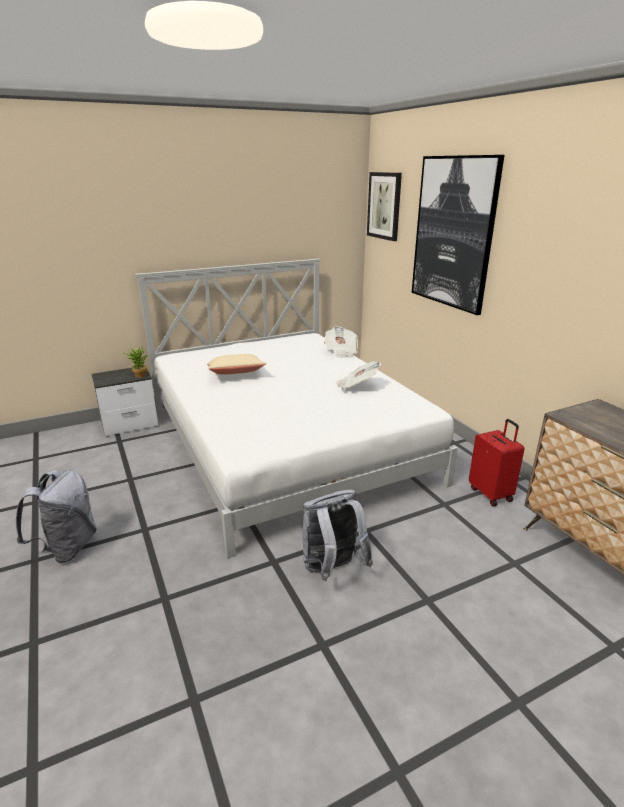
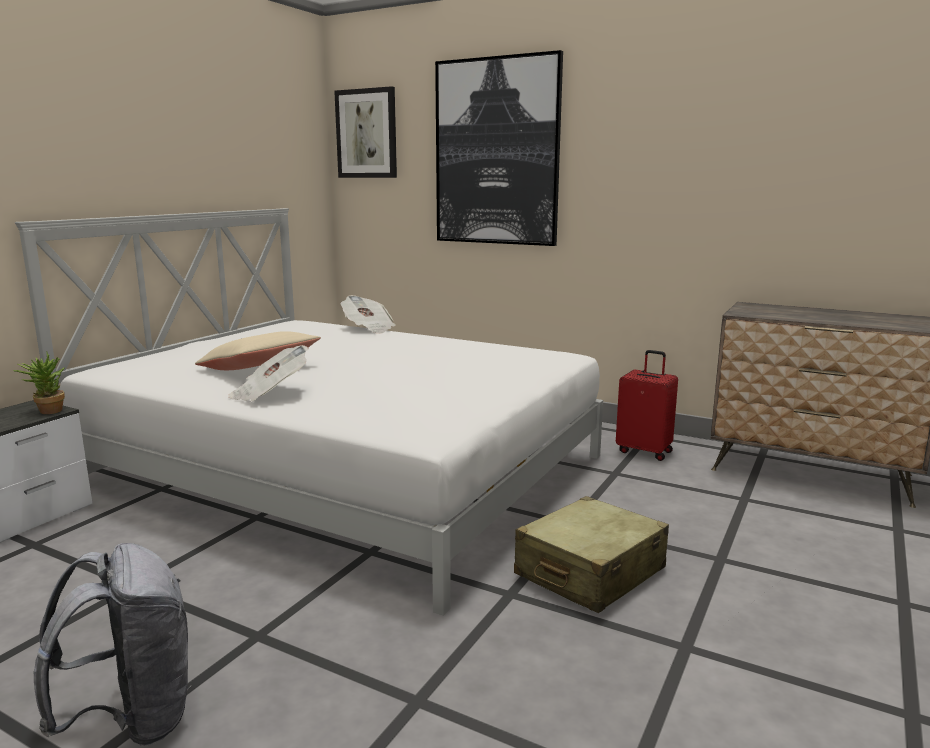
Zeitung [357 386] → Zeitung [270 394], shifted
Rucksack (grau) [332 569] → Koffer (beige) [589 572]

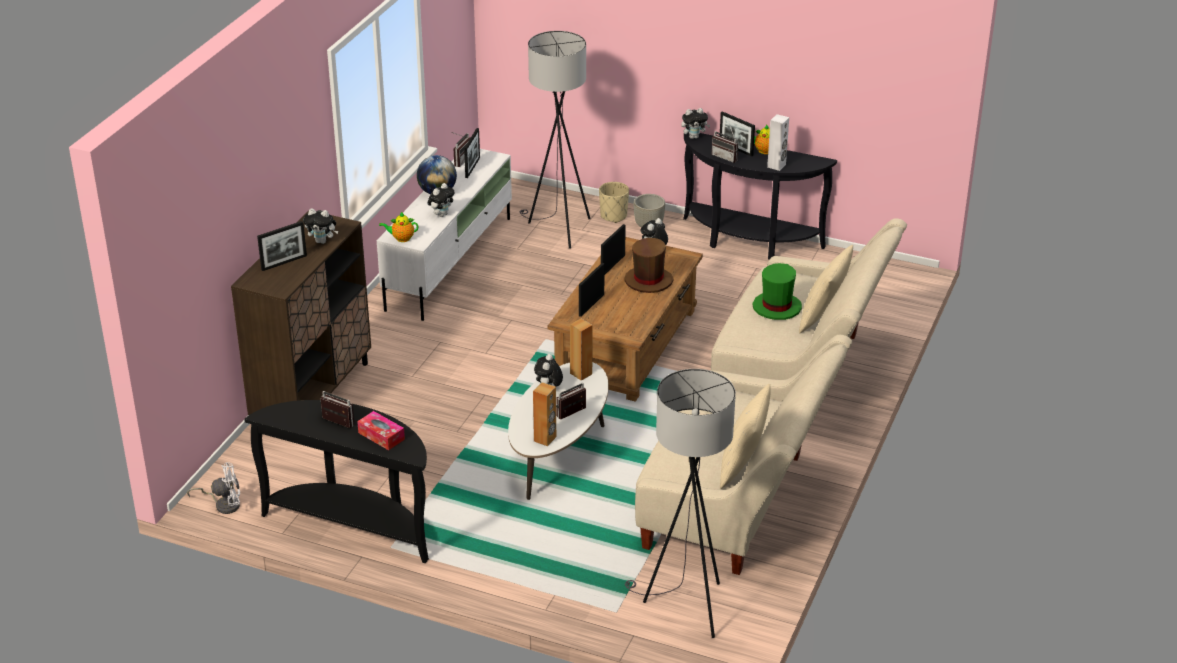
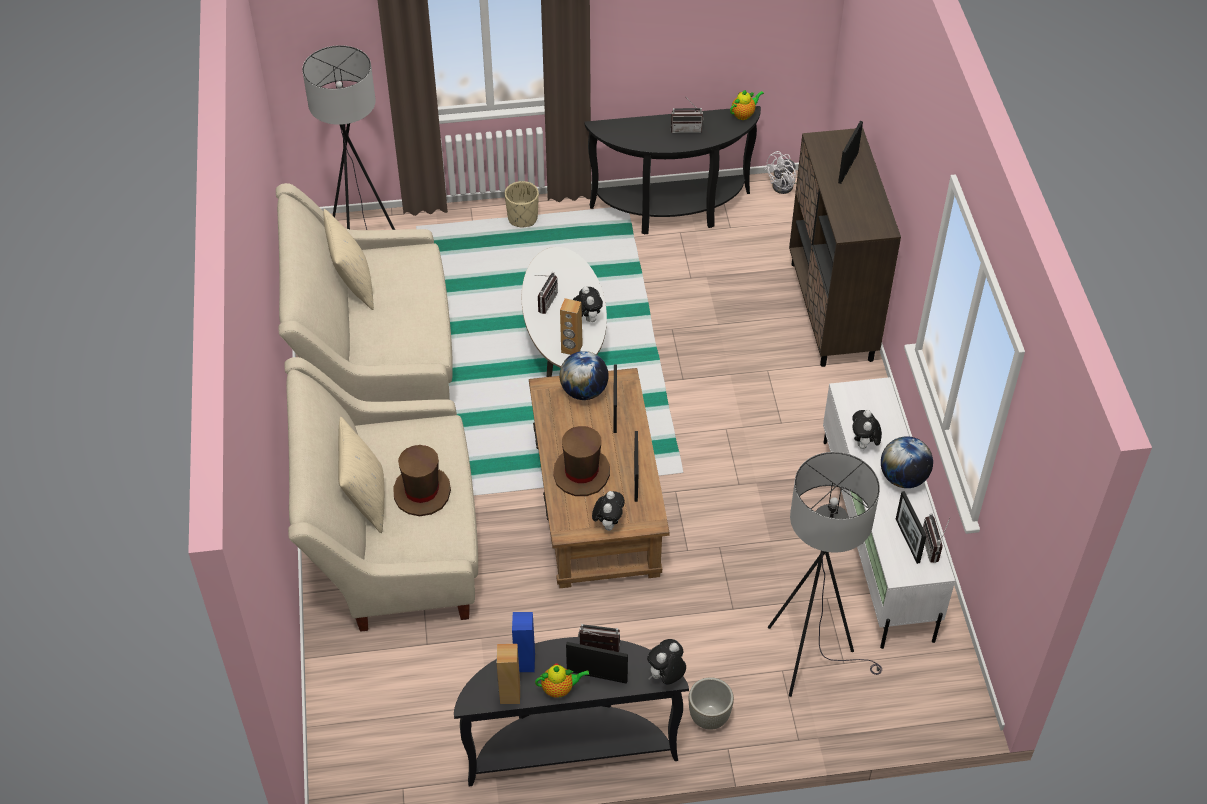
Lautsprecher (weiß) [776 166] → Lautsprecher (blau) [524 662]
Pflanzkübel (beige) [613 216] → Pflanzkübel (beige) [522 218], shifted
Plüschtier [322 241] → -
Teekanne [401 238] → Teekanne [744 114], shifted
Hut (grün) [776 307] → Hut (braun) [422 492]
Lautsprecher (braun) [545 439] → Lautsprecher (braun) [509 694], shifted
Taschentuchbox [381 436] → -
- → Globus [584 391]

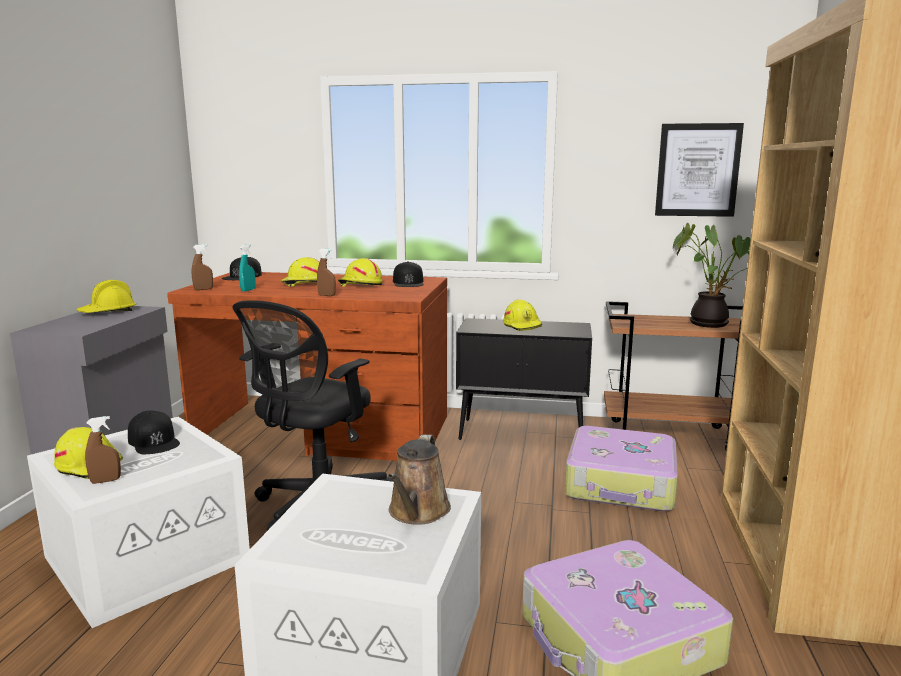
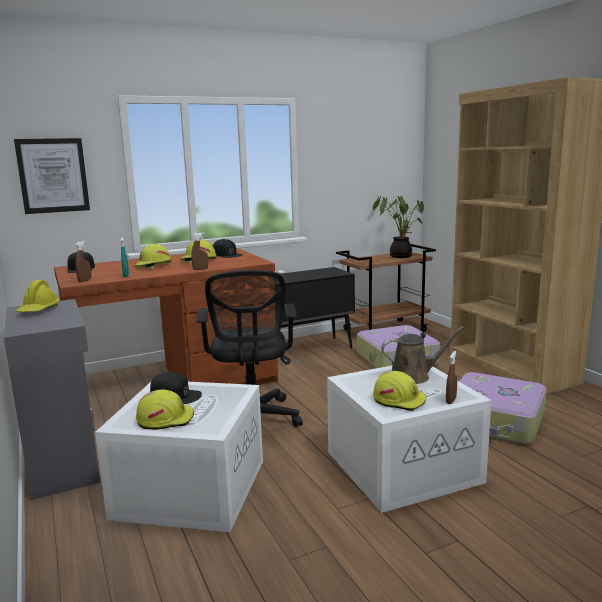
Bild [697 170] → Bild [53 175], shifted
Schutzhelm (gelb) [523 325] → Schutzhelm (gelb) [399 400], shifted
Sprühflasche (braun) [105 481] → Sprühflasche (braun) [451 400], shifted
Gießkanne (braun) [417 512] → Gießkanne (braun) [414 376], 75 degrees counterclockwise

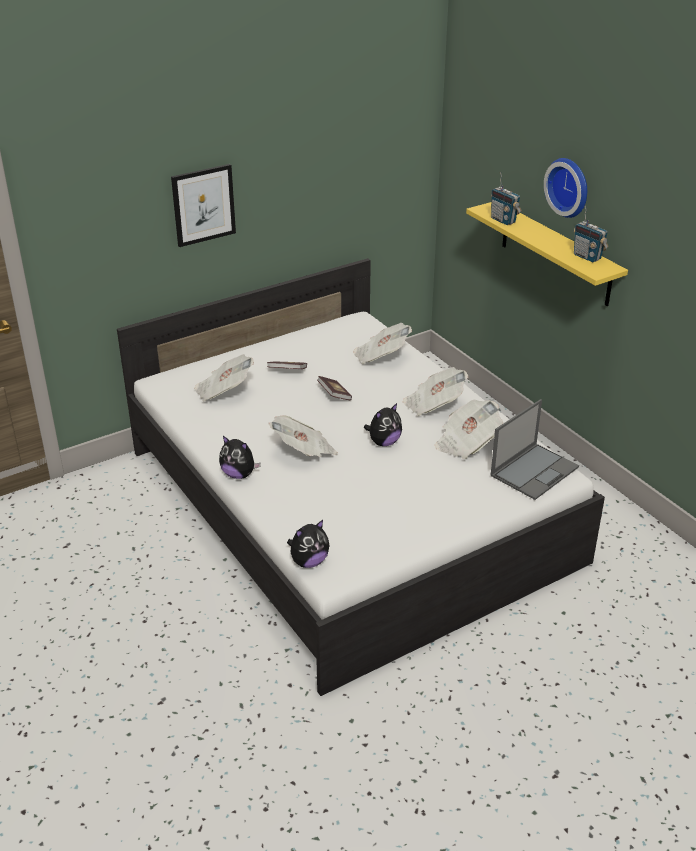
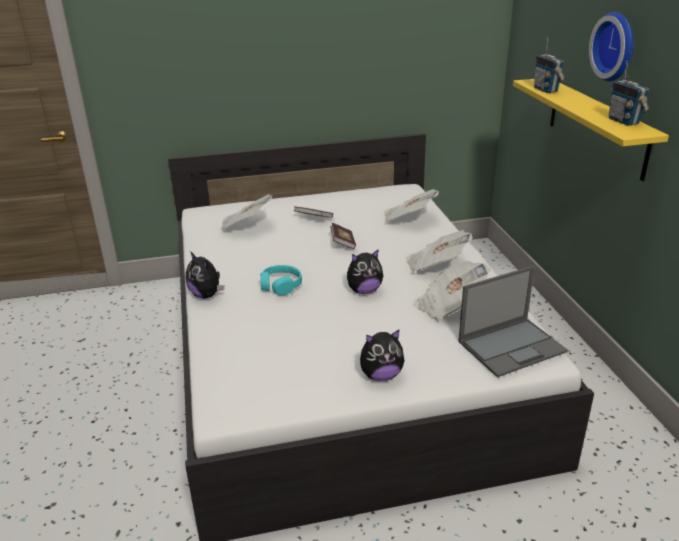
Bild [203 205] → -
Zeitung [304 451] → Kopfhörer (türkis) [280 285]
Plüschtier [309 561] → Plüschtier [381 375], shifted

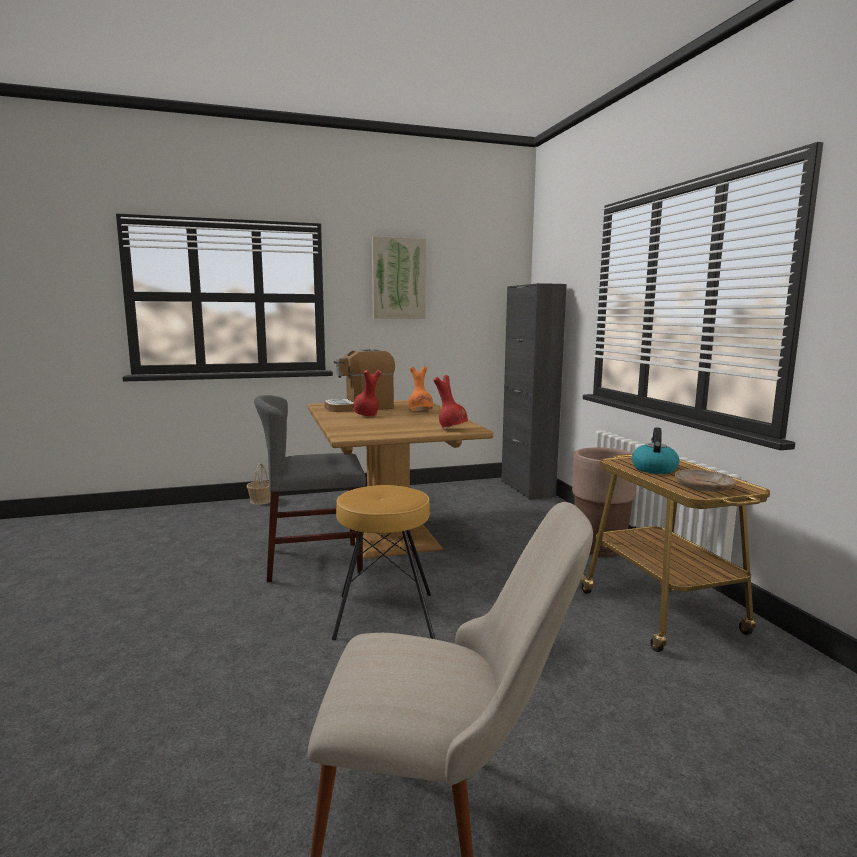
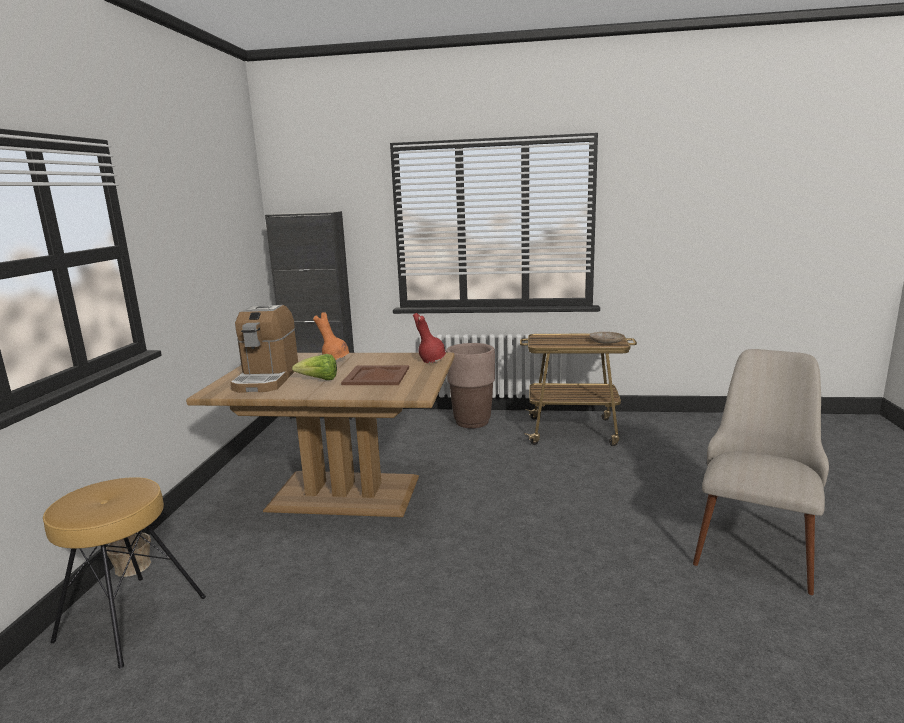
Bild [398 278] → -
Vase (rot) [366 415] → Salatkopf [319 380]
Stuhl (grau) [314 561] → -
Wasserkessel [654 469] → -
Hocker (braun) [384 614] → Hocker (braun) [130 618], shifted
- → Tablett (braun) [377 376]

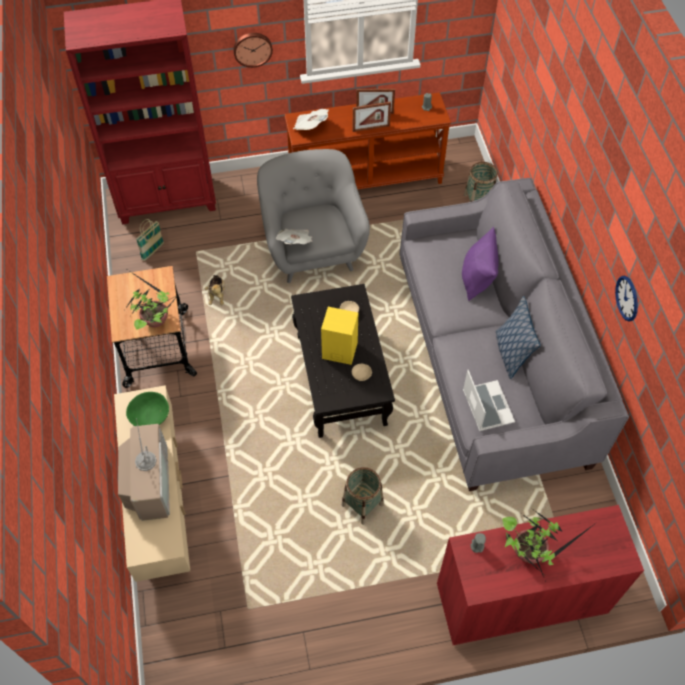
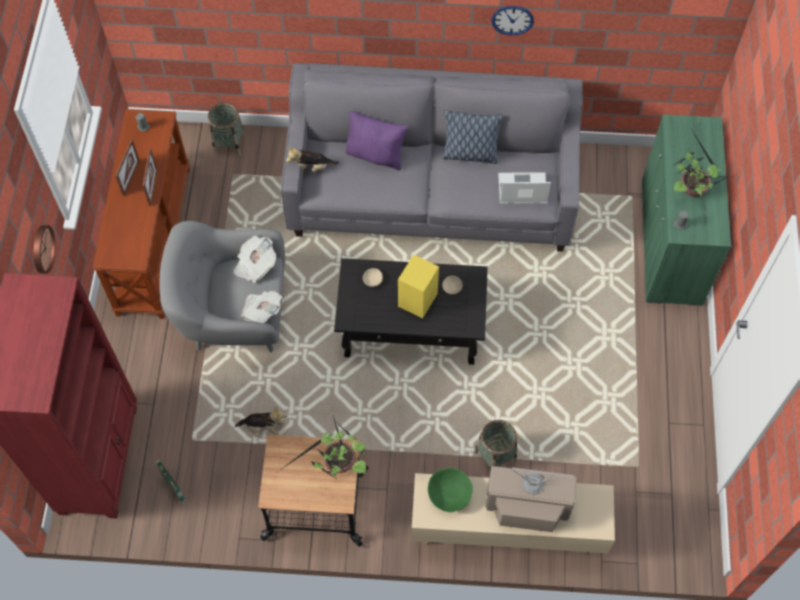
Zeitung [310 126] → Zeitung [255 265], shifted
Korb [362 505] → Korb [495 456], shifted
Schrank (rot) [521 598] → Schrank (grün) [670 242]
- → Plüschtier [311 168]

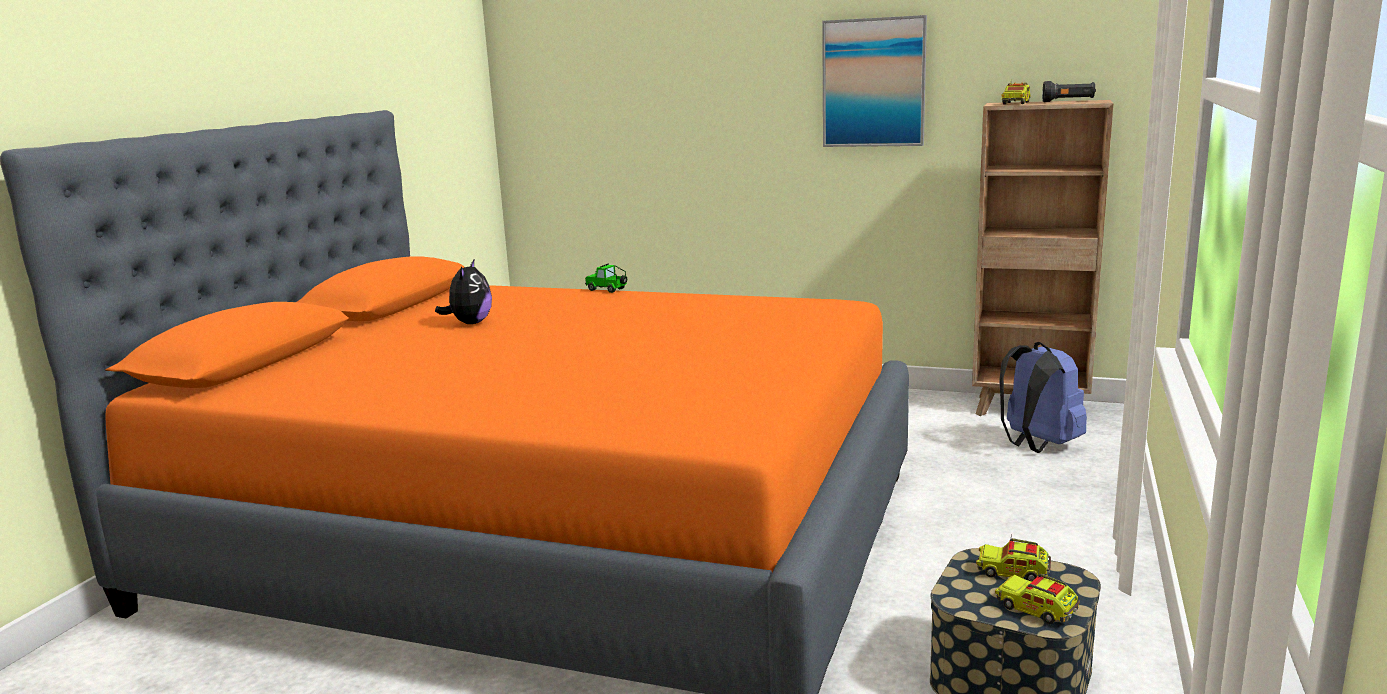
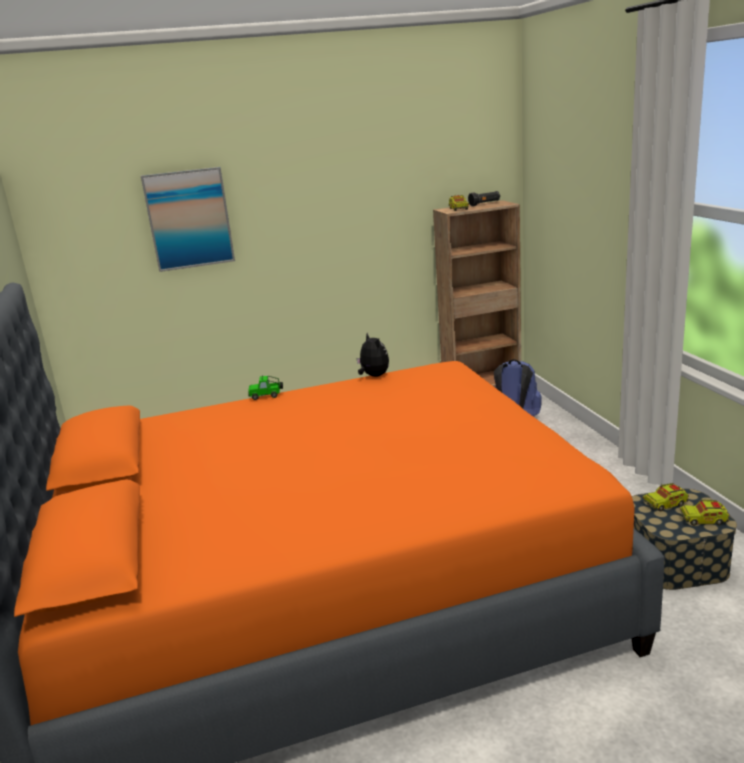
Bild [874 83] → Bild [189 219], shifted
Plüschtier [470 323] → Plüschtier [373 376], shifted

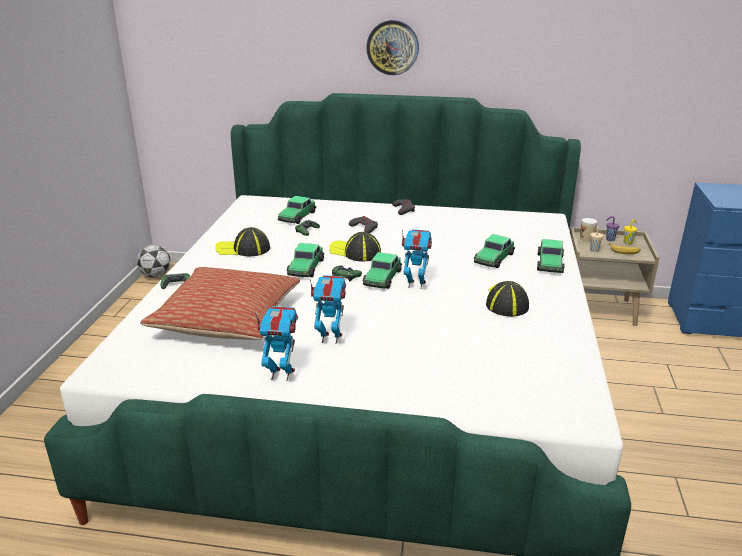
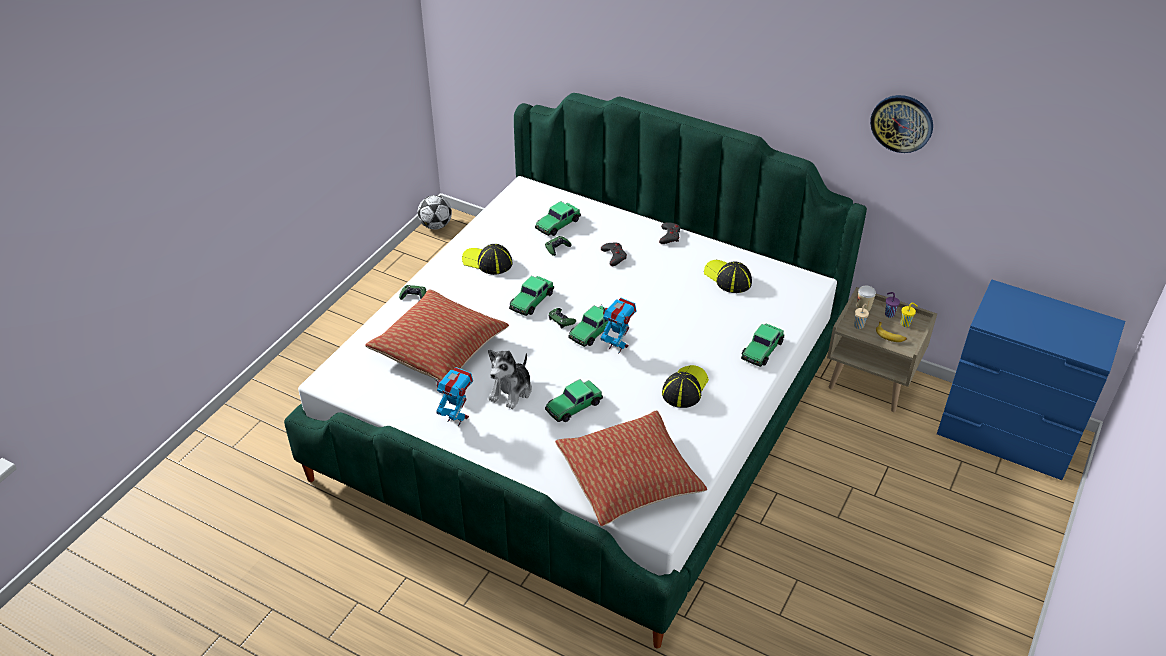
Wanduhr [392 47] → Wanduhr [902 123], shifted
Kappe [355 252] → Kappe [727 278], shifted
Spielzeugauto [494 258] → Spielzeugauto [573 406], shifted
Spielzeugroboter [330 338] → Plüschtier [511 391]
- → Kissen [629 479]

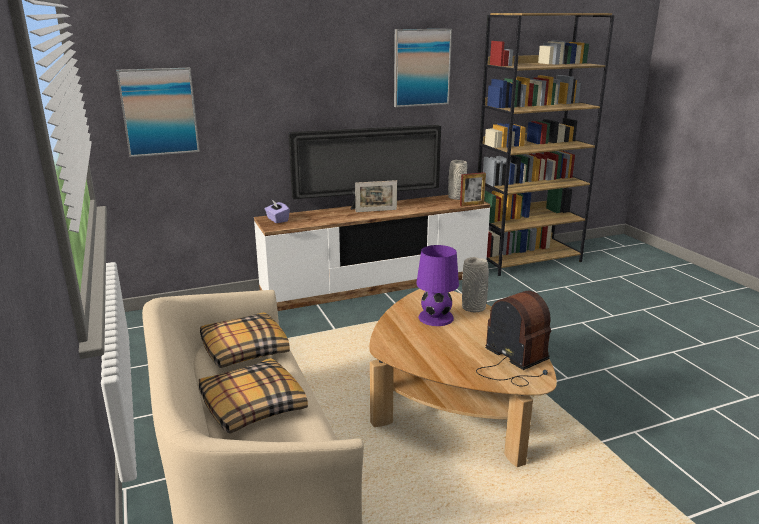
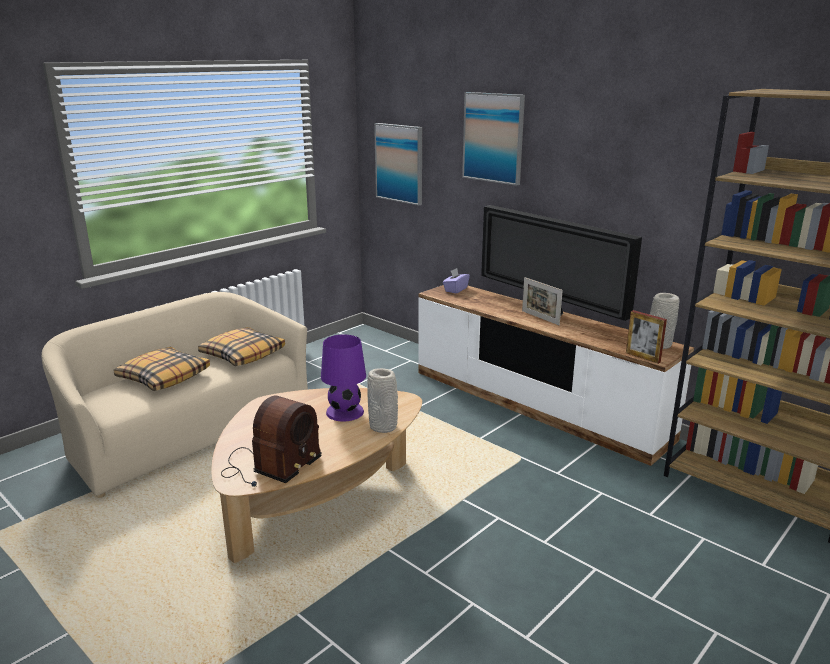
Bild [421 67] → Bild [493 138], shifted

